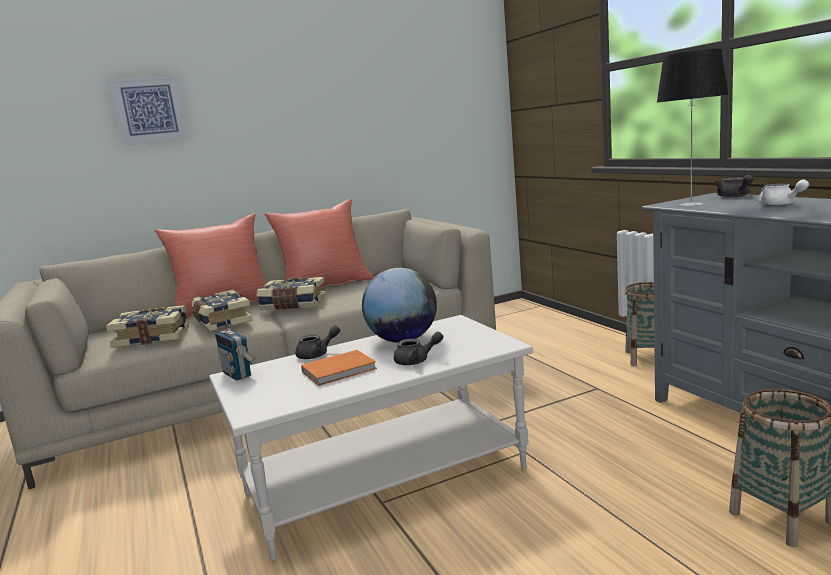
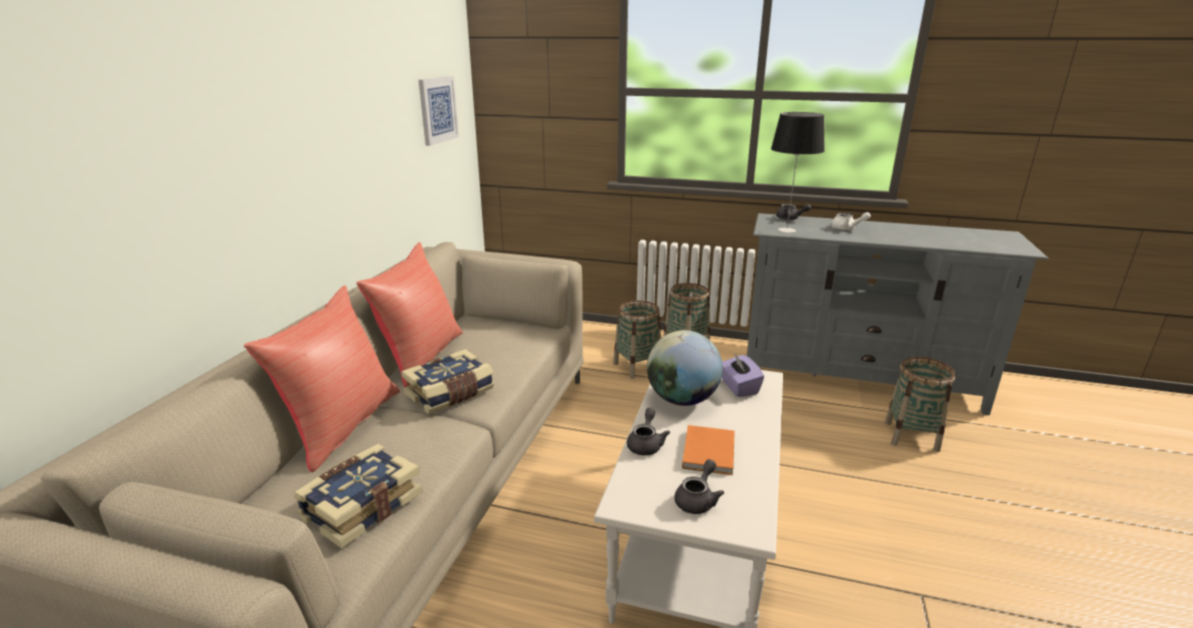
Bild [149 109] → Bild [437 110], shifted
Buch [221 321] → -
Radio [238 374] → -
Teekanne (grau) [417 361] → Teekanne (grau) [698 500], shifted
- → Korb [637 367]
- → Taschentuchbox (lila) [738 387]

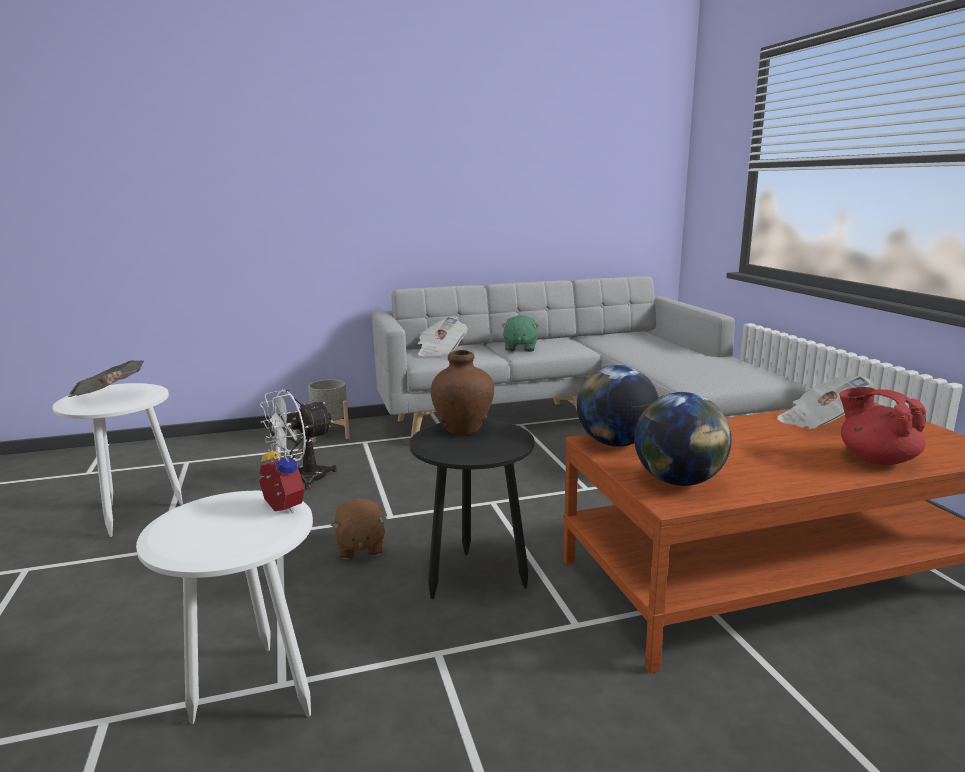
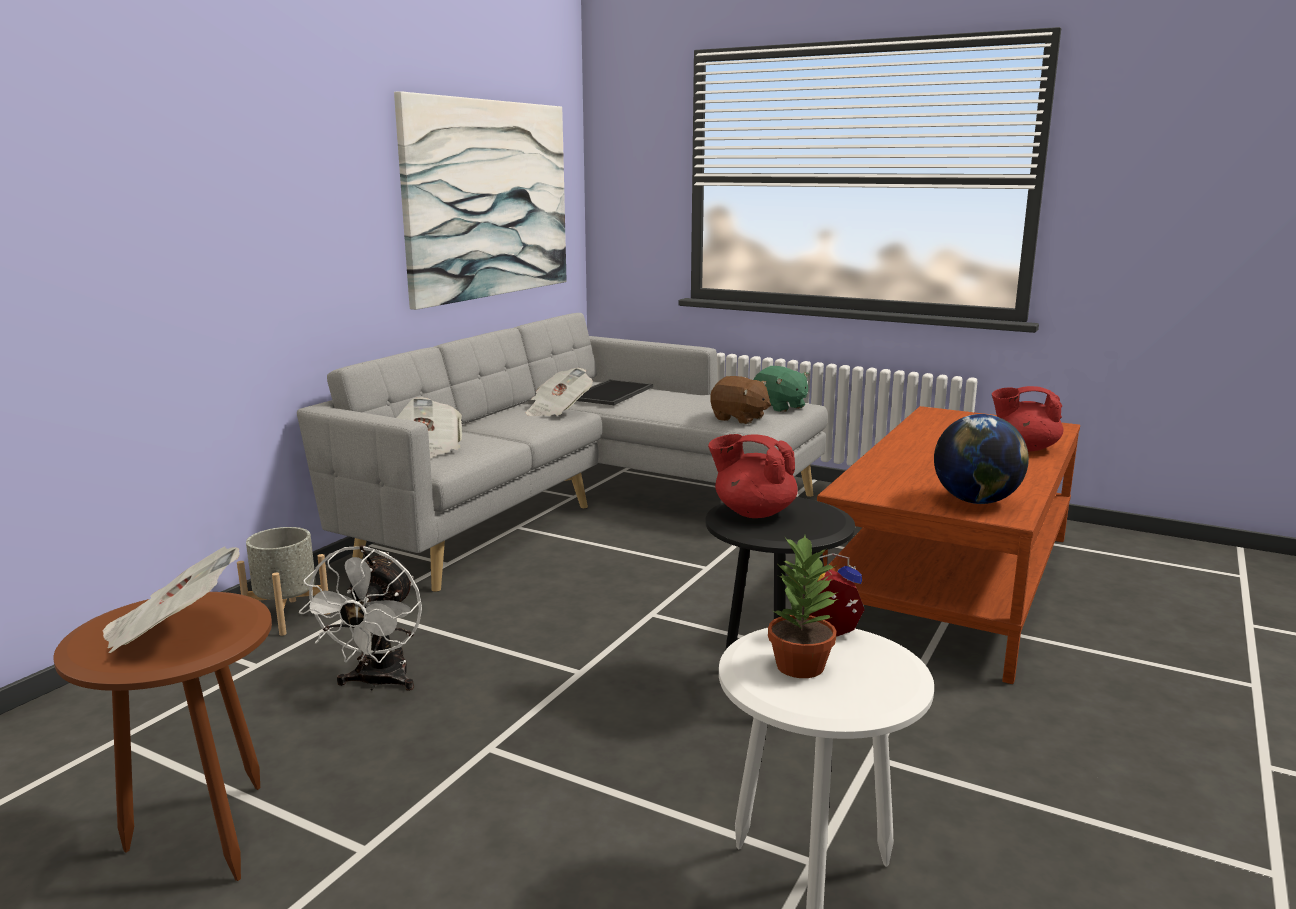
Plüschtier (grün) [520 348] → Plüschtier (grün) [779 407], shifted
Vase (braun) [463 429] → Teekanne (rot) [753 512]
Globus [615 443] → -
Zeitung [821 422] → Zeitung [558 410], shifted
Beistelltisch (weiß) [132 514] → Beistelltisch (braun) [200 839]
Plüschtier (braun) [360 547] → Plüschtier (braun) [739 418], shifted
- → Bild [488 199]
- → Tablett [612 393]
- → Topfpflanze [799 665]

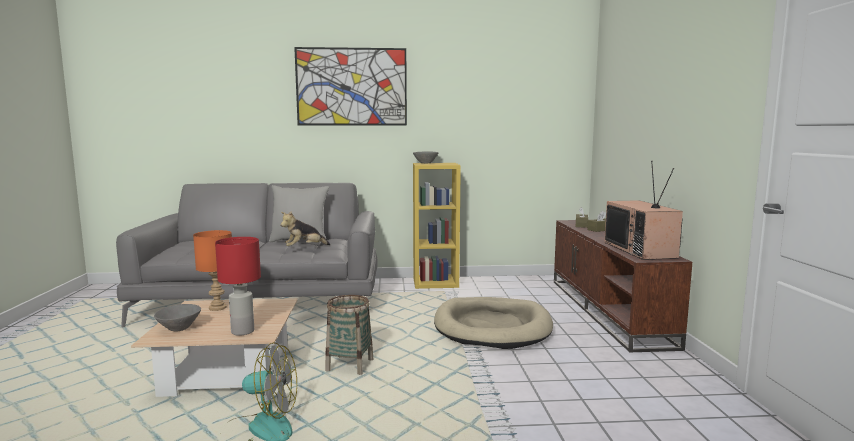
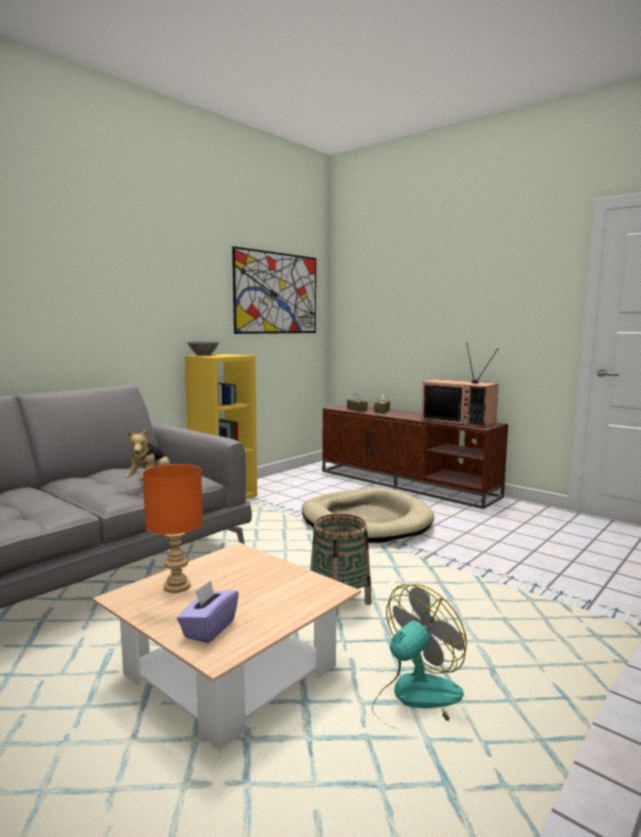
Bild [351 87] → Bild [277 293], shifted
Kissen (grau) [300 240] → -
Tischlampe (rot) [242 332] → -
Schüssel (grau) [178 328] → Taschentuchbox (lila) [209 629]

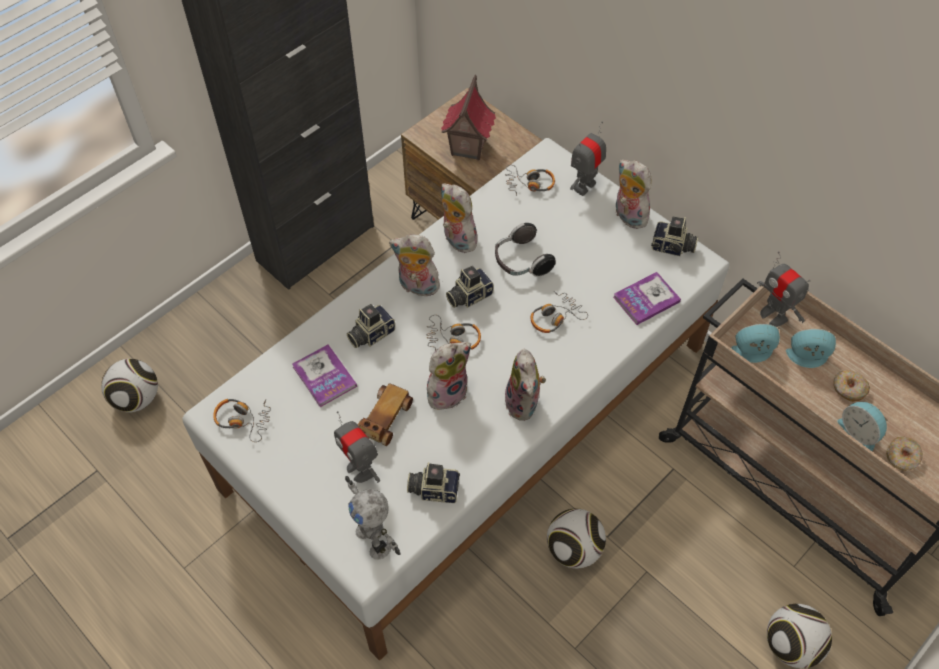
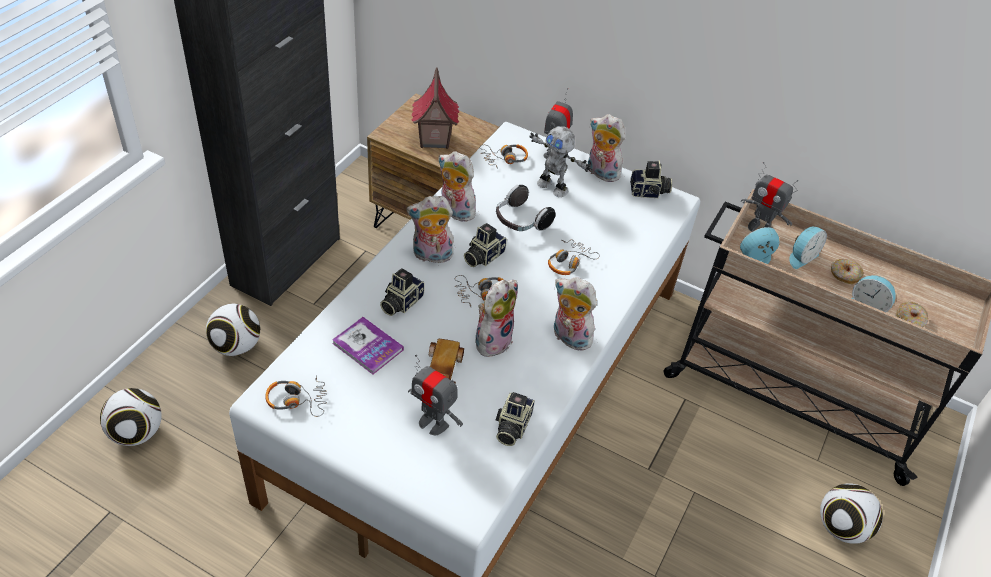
Buch [646 299] → -
Wecker [807 358] → Wecker [801 257], 150 degrees clockwise
Plüschtier [524 404] → Plüschtier [569 338], 150 degrees clockwise
Kamera [434 488] → Kamera [511 426], 60 degrees counterclockwise
Spielzeugroboter [375 539] → Spielzeugroboter [553 187], shifted
Fußball [574 549] → Fußball [236 346], shifted

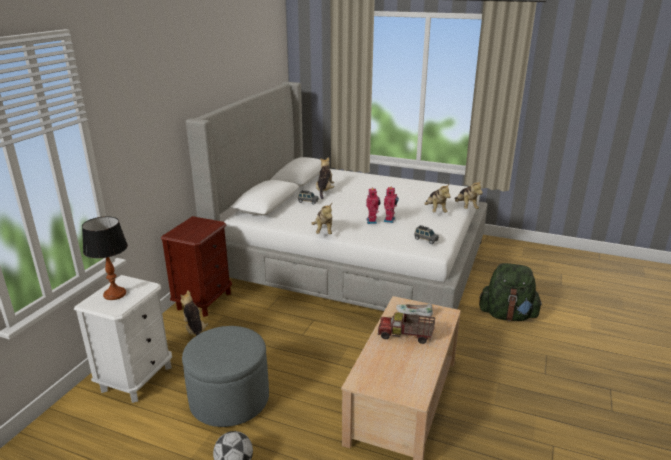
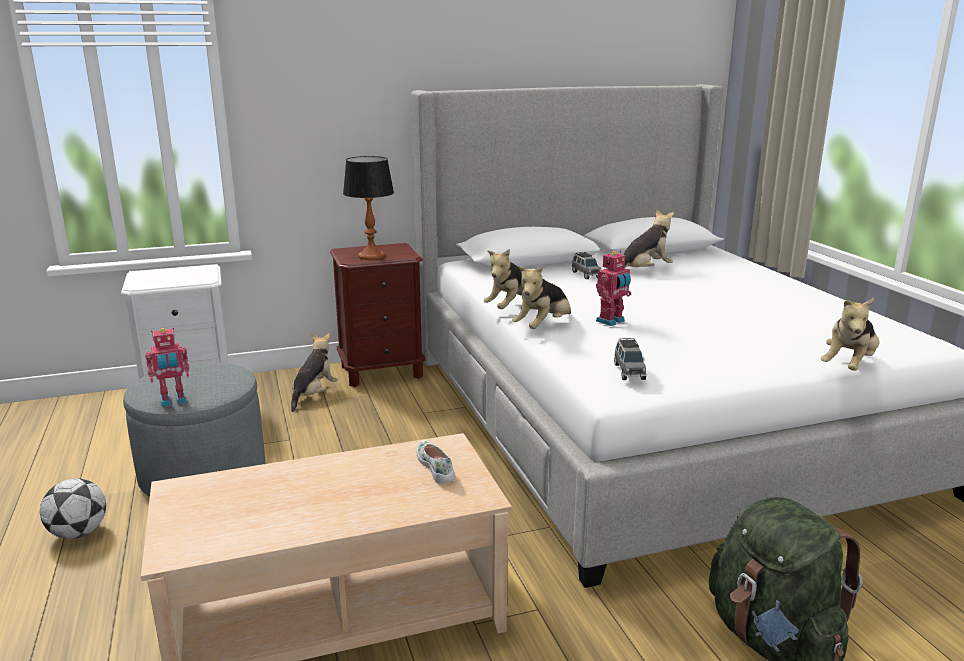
Plüschtier [435 211] → Plüschtier [543 327], shifted
Spielzeugroboter [390 220] → Spielzeugroboter [173 401], shifted
Tischlampe [115 294] → Tischlampe [372 256], shifted
Spielzeuglaster [405 336] → -

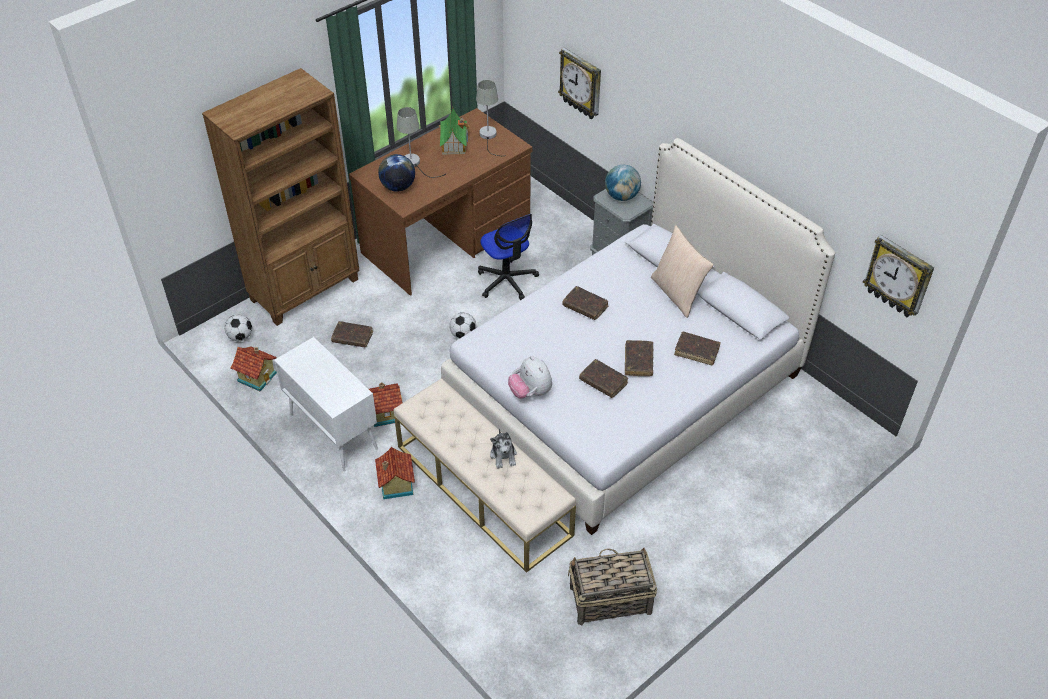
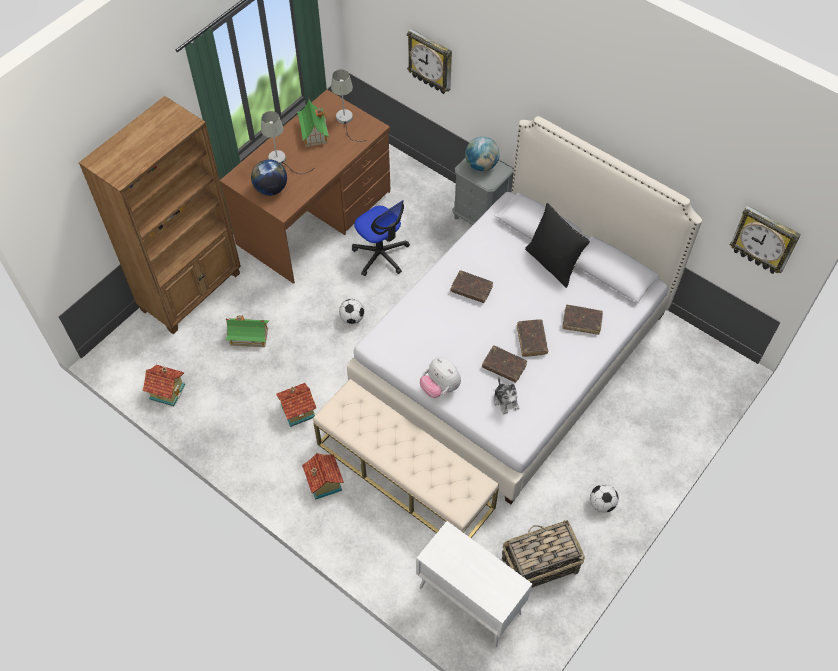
Kissen (beige) [677 293] → Kissen (schwarz) [553 263]
Fußball [240 337] → Fußball [601 503], shifted
Buch (braun) [352 337] → Spielzeughaus [248 336]
Schrank (weiß) [332 431] → Schrank (weiß) [469 600], shifted
Plüschtier [503 455] → Plüschtier [505 400], shifted

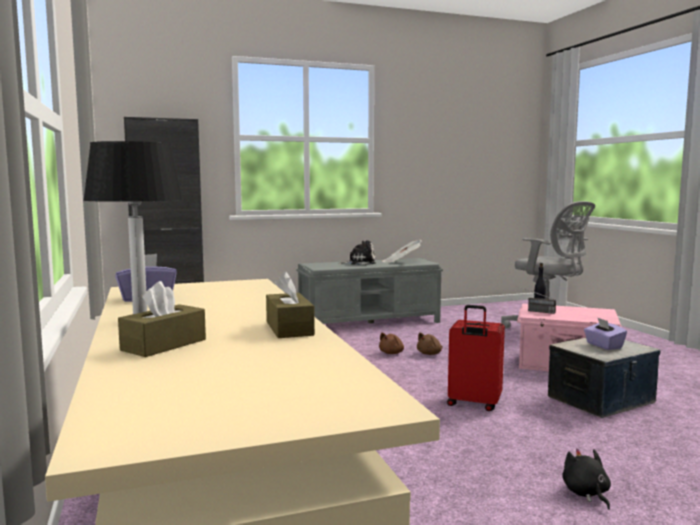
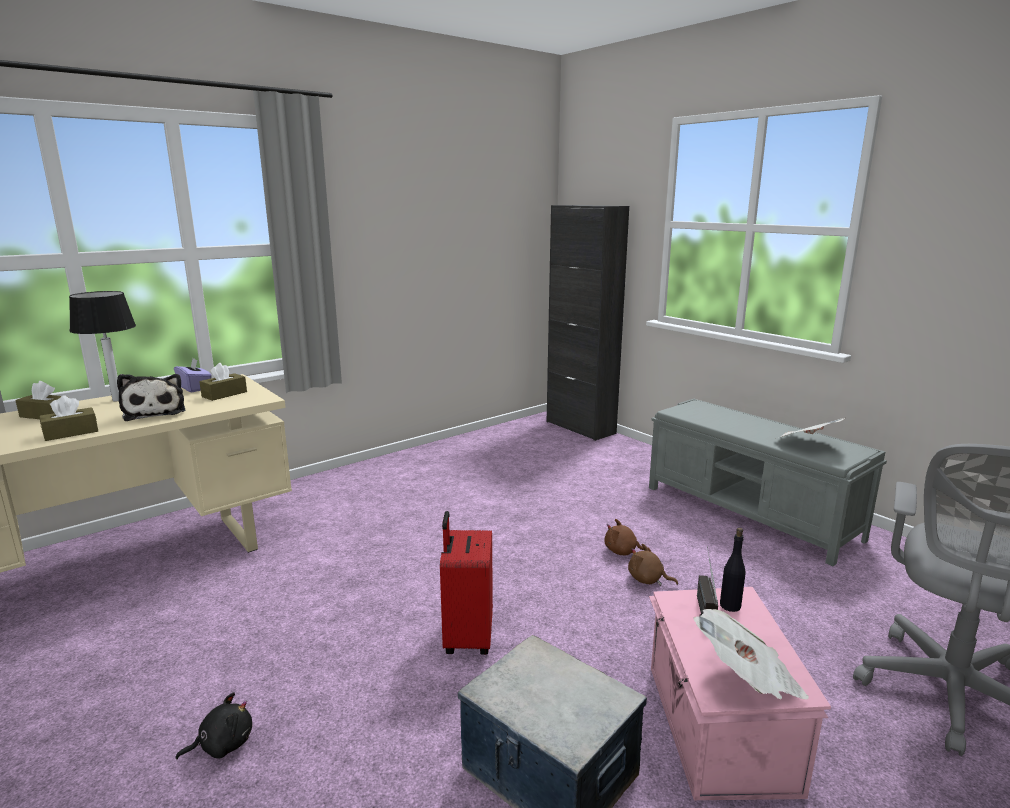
Plüschtier [359 263] → Plüschtier [155 412], shifted
Taschentuchbox (lila) [603 346] → -
- → Taschentuchbox (braun) [224 394]
- → Zeitung [747 679]

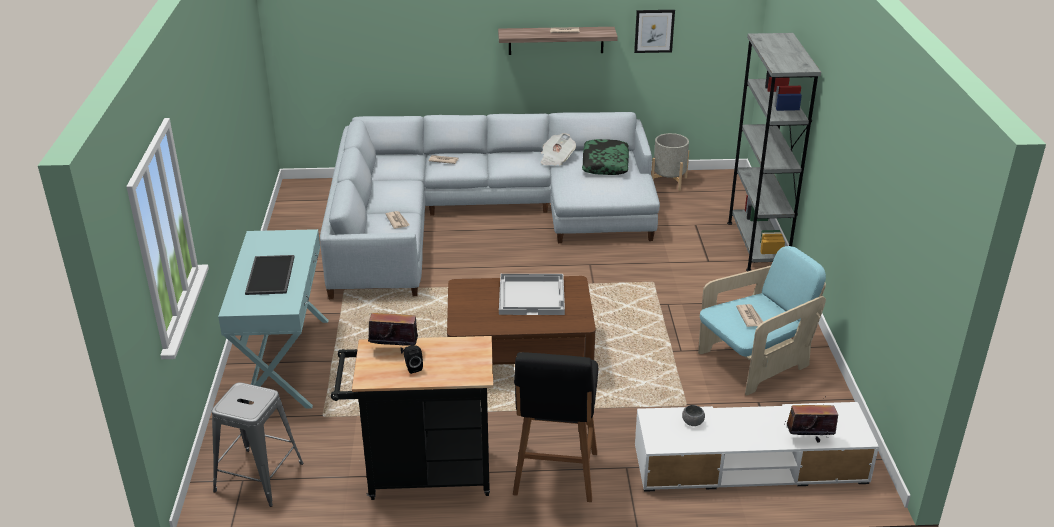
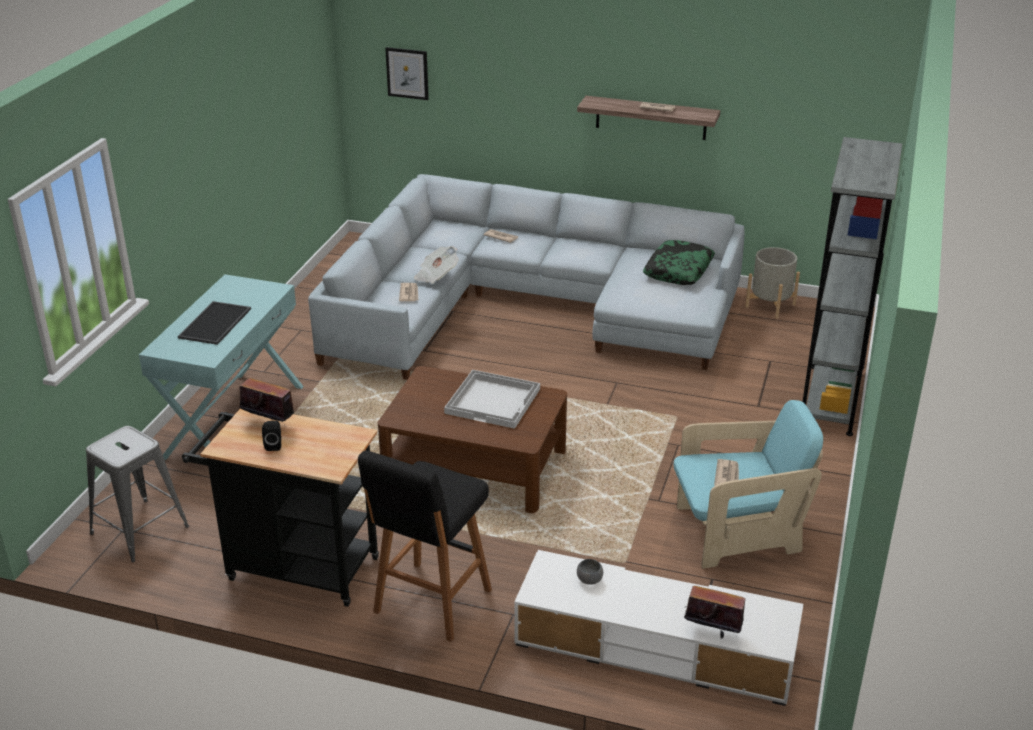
Bild [654 31] → Bild [407 73], shifted
Zeitung [556 159] → Zeitung [436 275], shifted

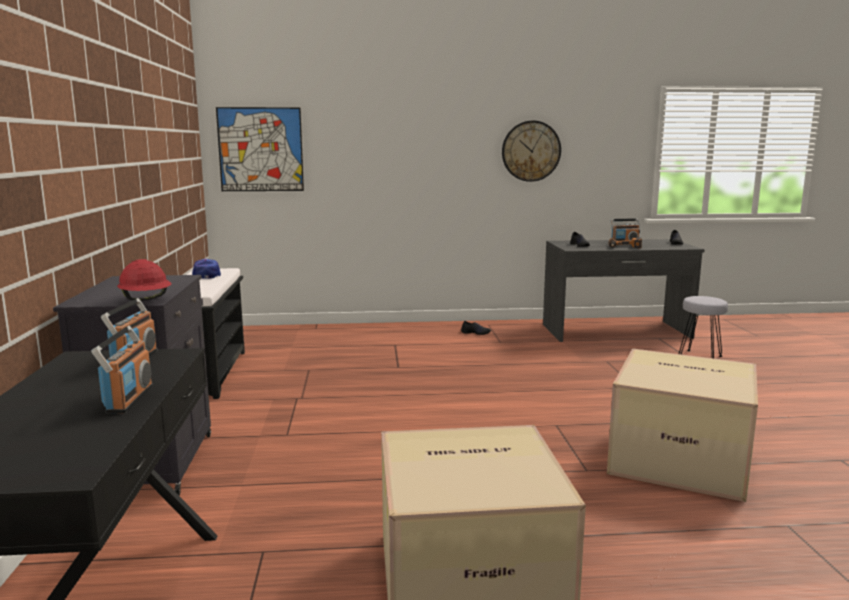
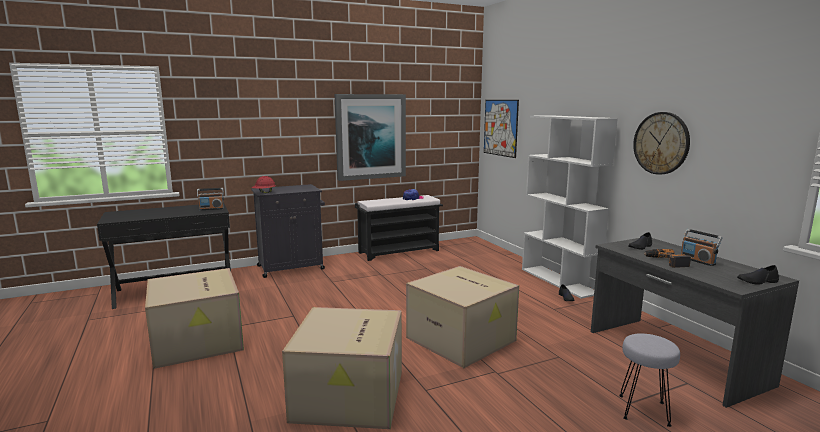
Radio [128 399] → -
- → Bild [370 136]
- → Bücherregal (weiß) [559 281]
- → Karton [462 339]

